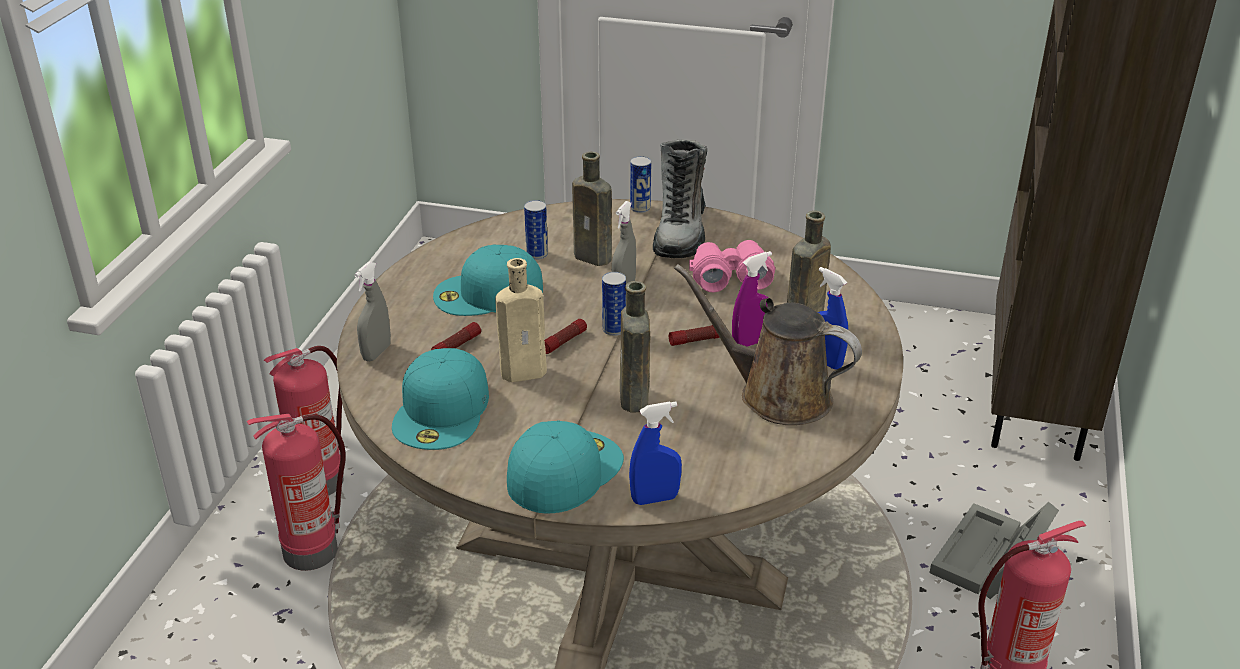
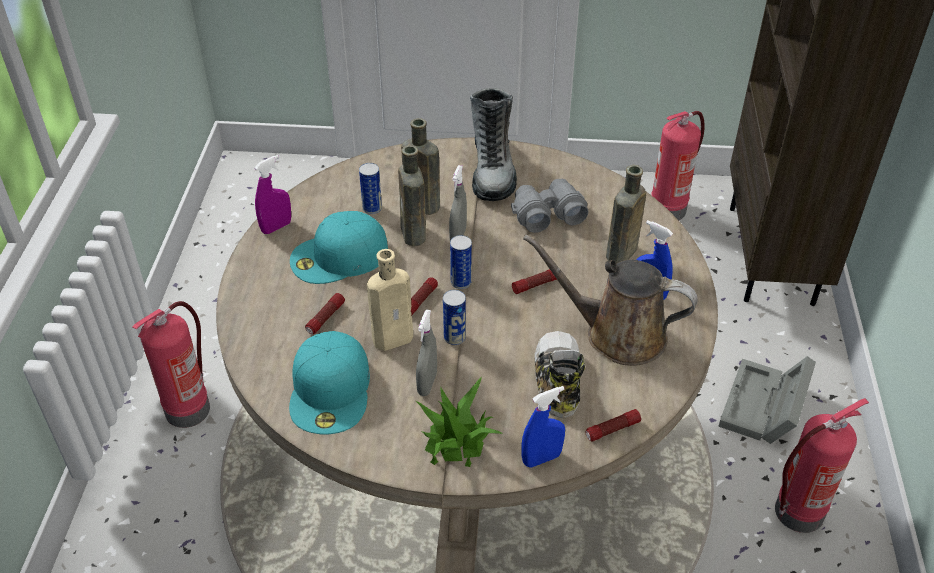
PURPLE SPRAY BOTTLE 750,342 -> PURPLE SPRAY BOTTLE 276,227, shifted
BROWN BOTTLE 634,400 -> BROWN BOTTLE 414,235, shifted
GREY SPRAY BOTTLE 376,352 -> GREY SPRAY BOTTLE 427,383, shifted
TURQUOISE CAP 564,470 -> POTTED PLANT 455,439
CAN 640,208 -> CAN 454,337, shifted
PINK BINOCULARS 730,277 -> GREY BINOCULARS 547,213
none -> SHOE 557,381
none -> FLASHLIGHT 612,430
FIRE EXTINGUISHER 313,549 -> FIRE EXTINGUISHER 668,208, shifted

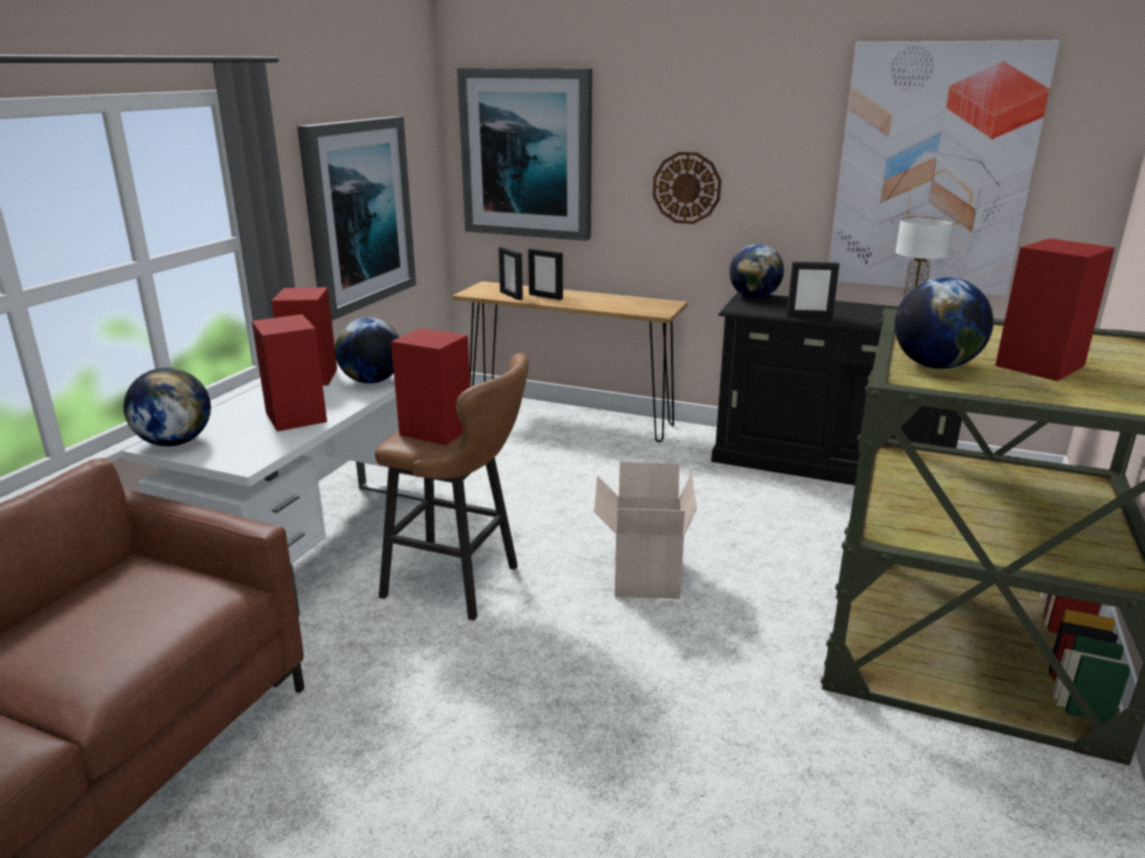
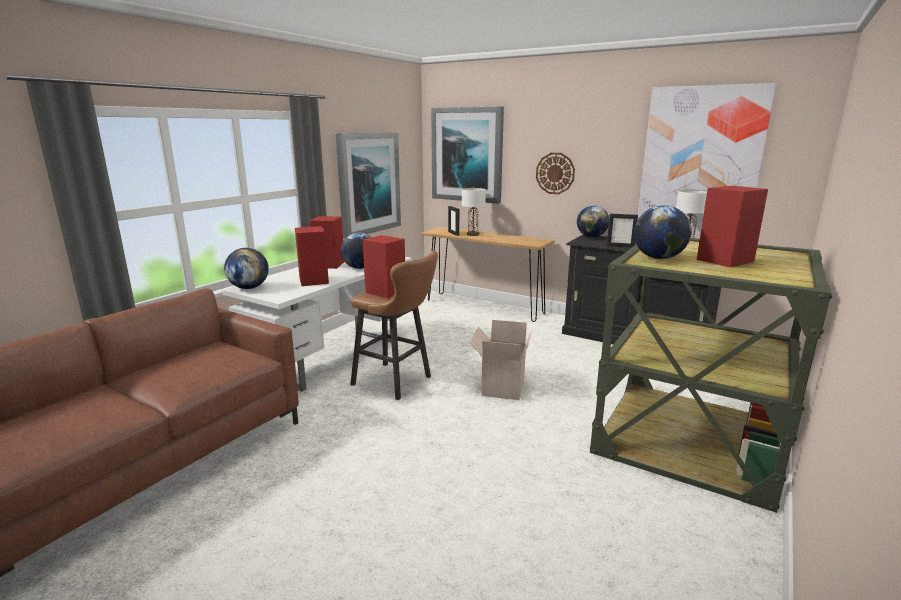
PICTURE FRAME 546,296 -> TABLE LAMP 473,234

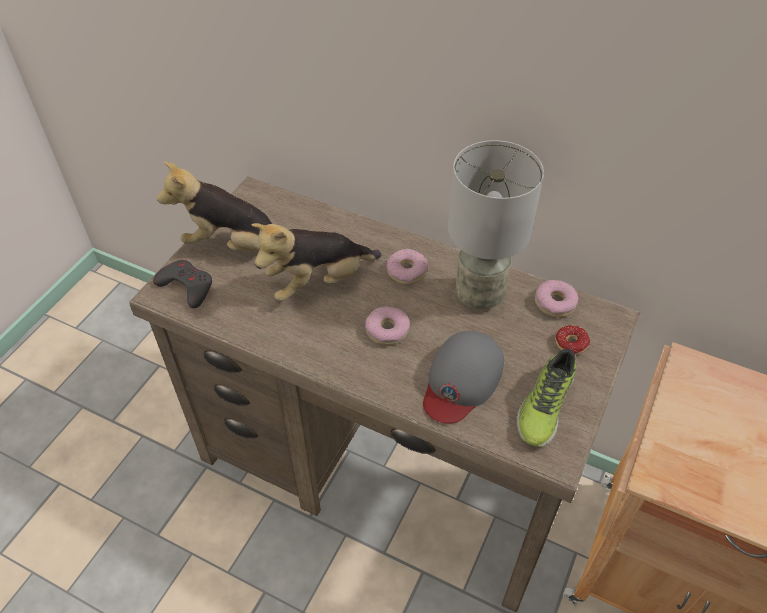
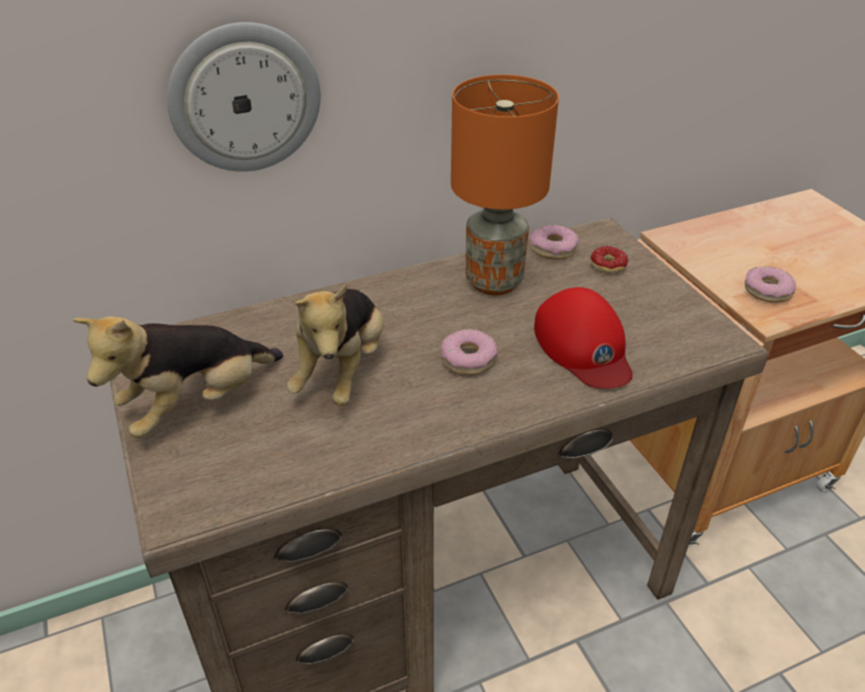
none -> WALL CLOCK 245,98
GREY TABLE LAMP 479,294 -> ORANGE TABLE LAMP 493,281
GREY CAP 461,380 -> RED CAP 583,346
DONUT 407,271 -> DONUT 767,291, shifted
GREY GAME CONTROLLER 186,286 -> none
SHOE 544,405 -> none

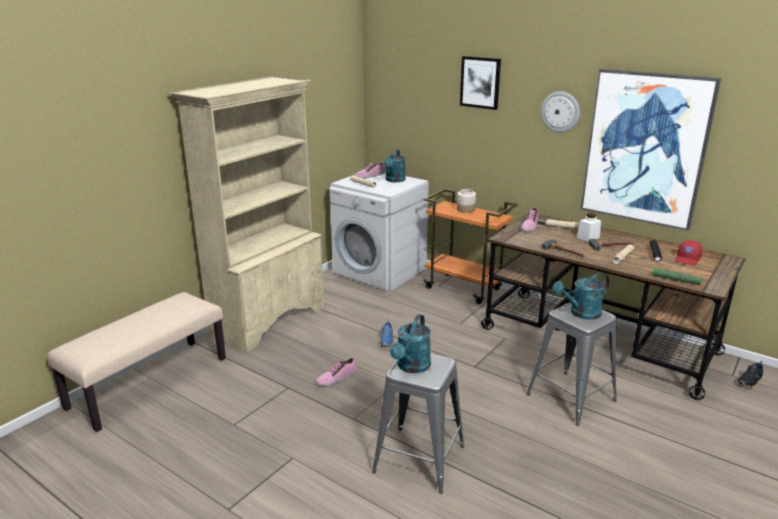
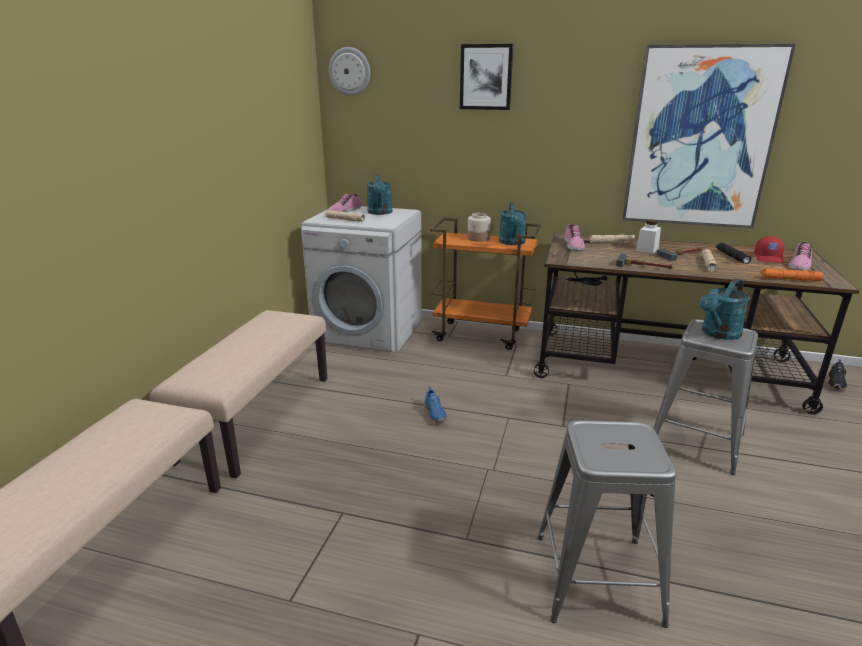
BEIGE BOOKCASE 268,320 -> BEIGE BENCH 257,417
WALL CLOCK 560,111 -> WALL CLOCK 350,71, shifted
TURQUOISE WATERING CAN 411,367 -> TURQUOISE WATERING CAN 512,243, shifted
GREEN FLASHLIGHT 675,280 -> ORANGE FLASHLIGHT 789,279
SHOE 336,377 -> SHOE 798,264, shifted

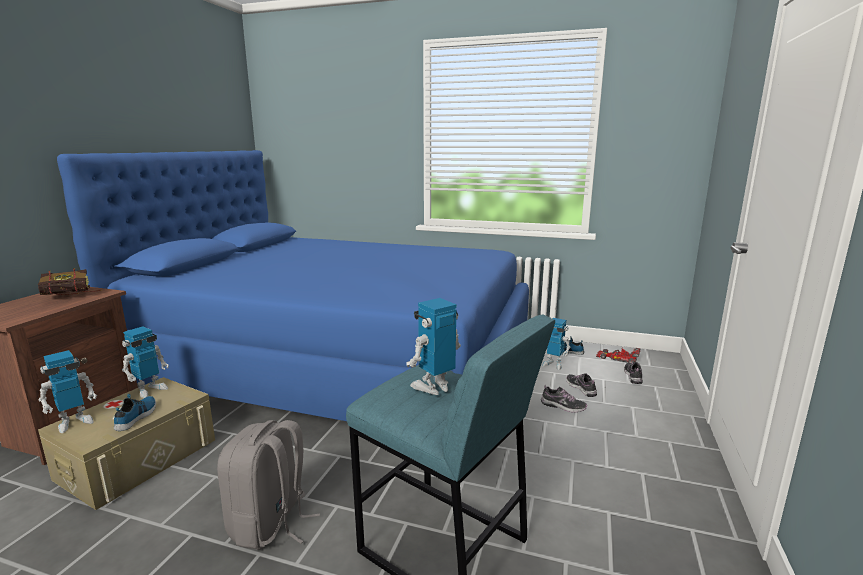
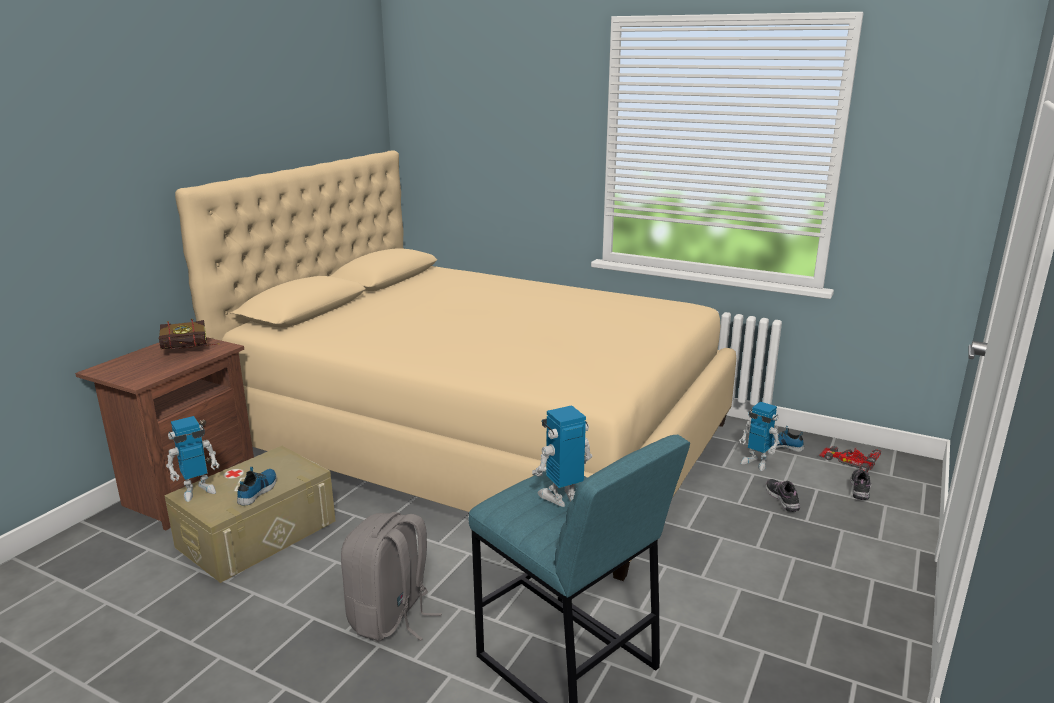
BLUE BED 339,363 -> BEIGE BED 480,437
TOY ROBOT 150,390 -> none
SHOE 563,406 -> none

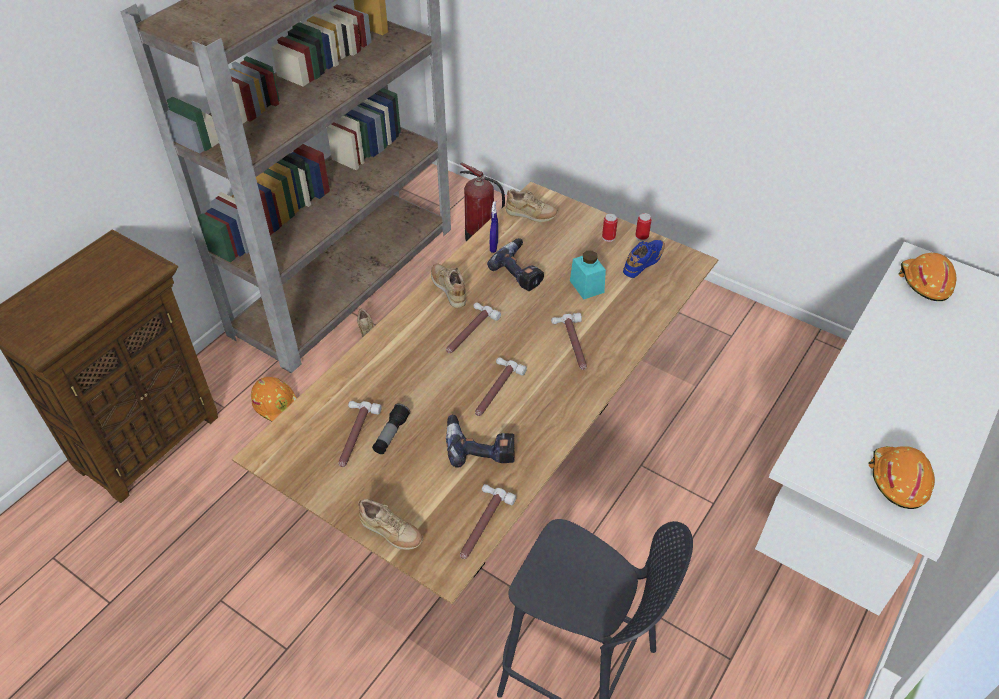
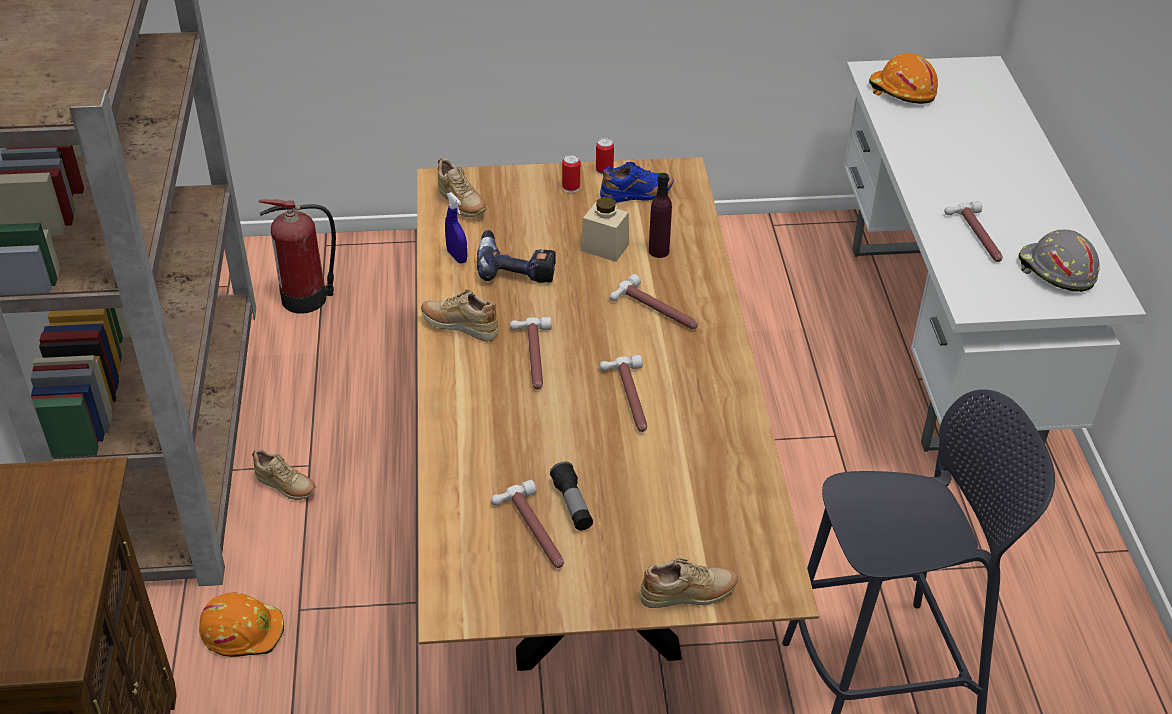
BEIGE SHOE 531,216 -> BEIGE SHOE 461,205, 75 degrees clockwise
TURQUOISE JAR 586,286 -> BEIGE JAR 605,247
BLUE SHOE 644,263 -> BLUE SHOE 636,196, 75 degrees clockwise
none -> PURPLE BOTTLE 658,251
HAMMER 481,525 -> HAMMER 977,237, shifted
ORANGE HARD HAT 897,480 -> GREY HARD HAT 1055,272
POWER DRILL 480,446 -> none

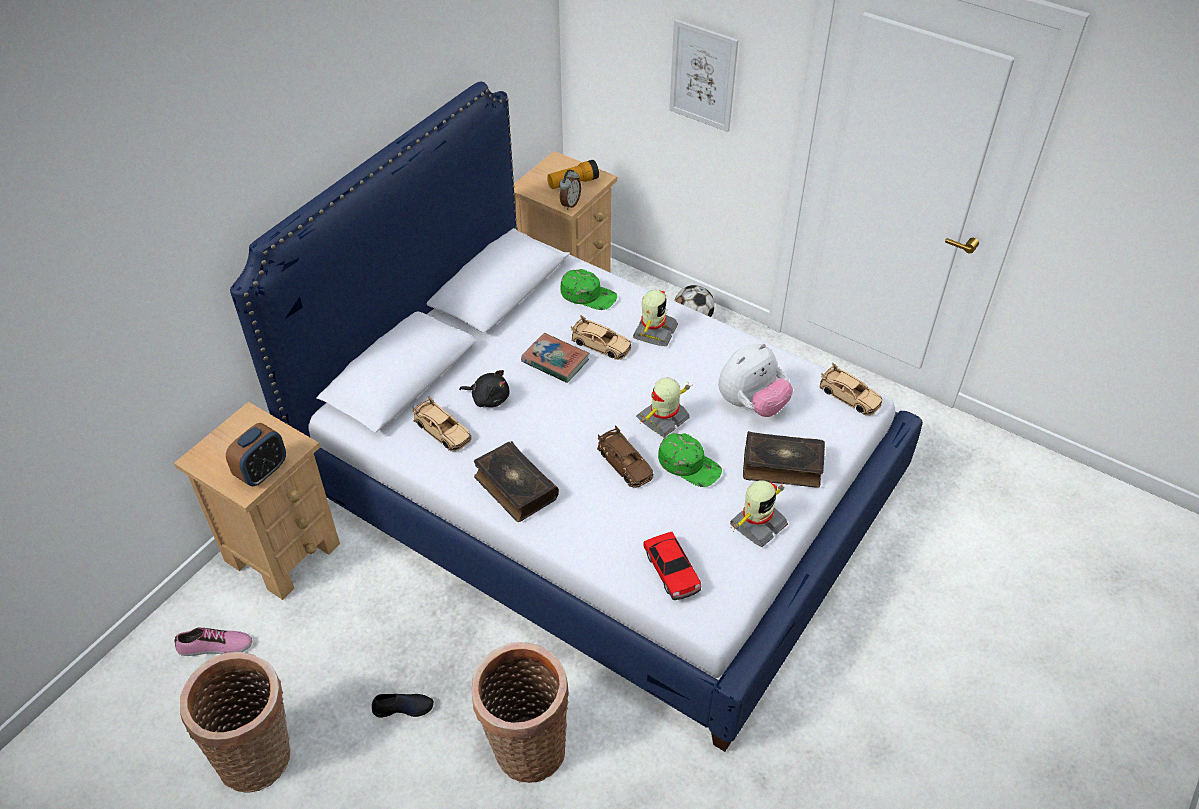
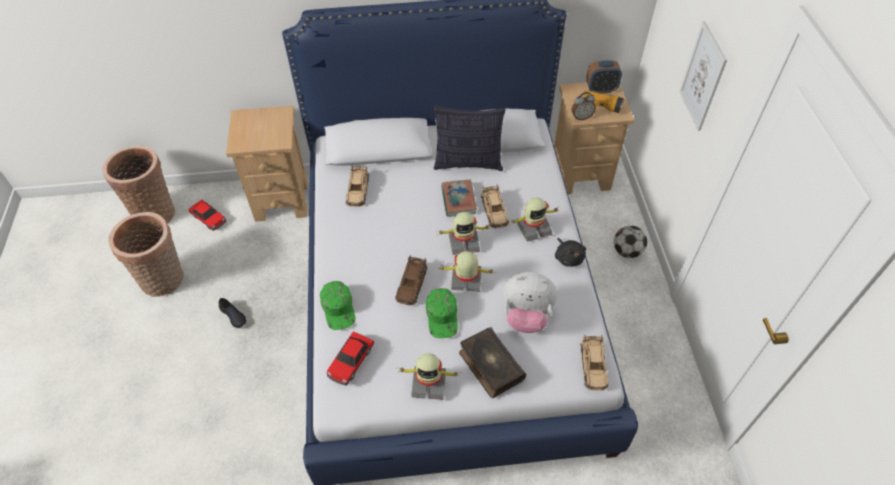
BASKET 525,746 -> BASKET 155,212, shifted
SHOE 215,647 -> TOY CAR 209,218
GREEN CAP 588,295 -> GREEN CAP 339,308, shifted
none -> PILLOW 468,163
none -> TOY ROBOT 463,242
BLACK PLUSH TOY 488,398 -> BLACK PLUSH TOY 568,257, shifted
ALARM CLOCK 262,472 -> ALARM CLOCK 601,89, shifted
BOOK 514,488 -> none

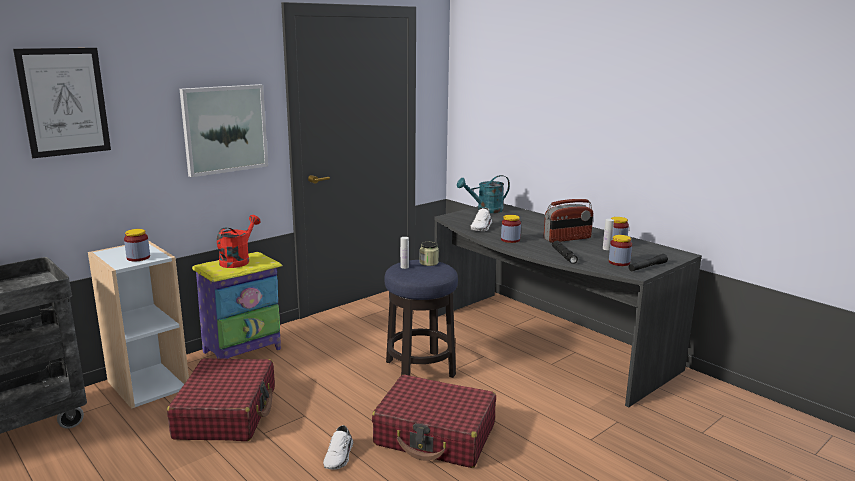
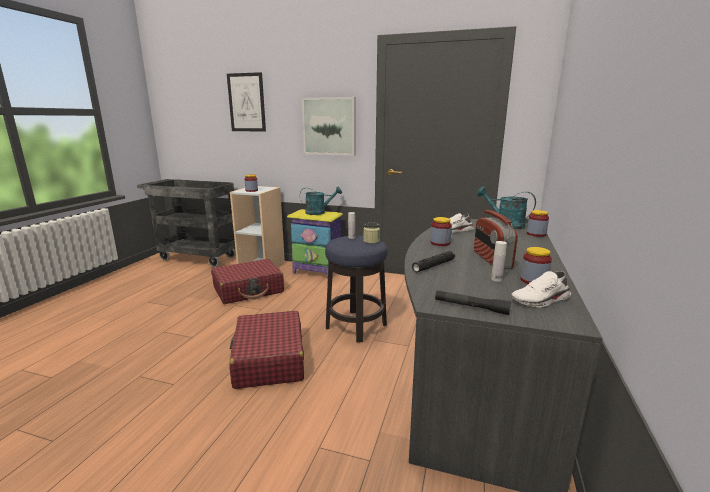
RED WATERING CAN 238,260 -> TURQUOISE WATERING CAN 319,212
RADIO 567,239 -> RADIO 491,260, 45 degrees clockwise
WHITE SHOE 339,456 -> WHITE SHOE 541,300, shifted
JAR 619,262 -> JAR 536,234, shifted

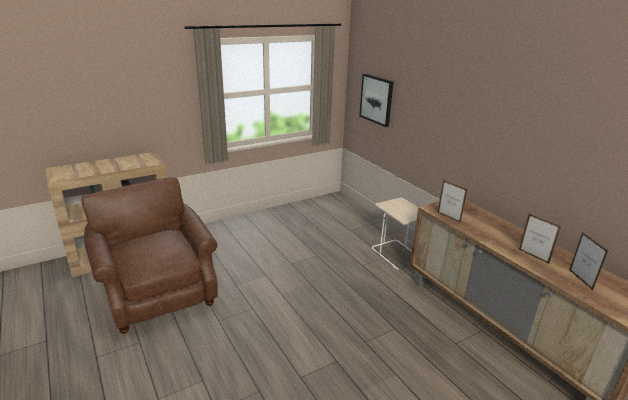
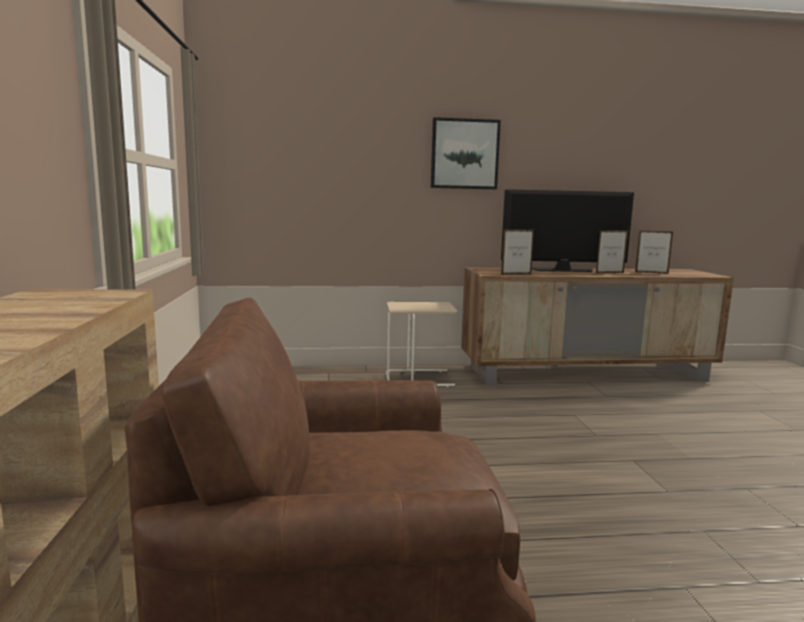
PICTURE 376,99 -> PICTURE 464,154, shifted
none -> TELEVISION 562,270

